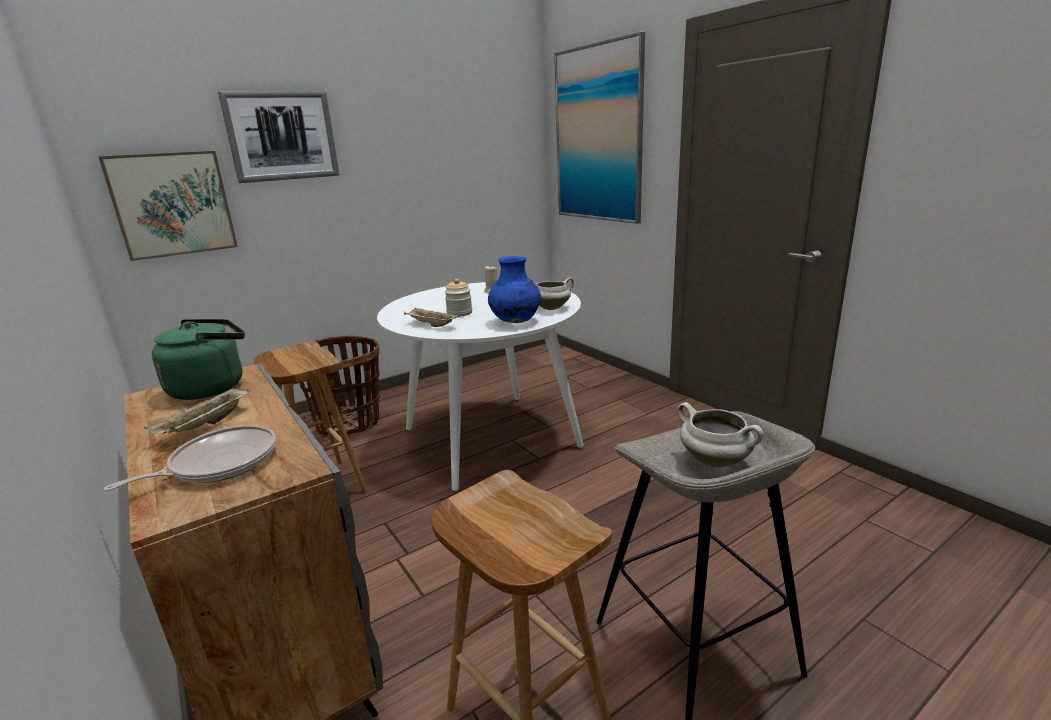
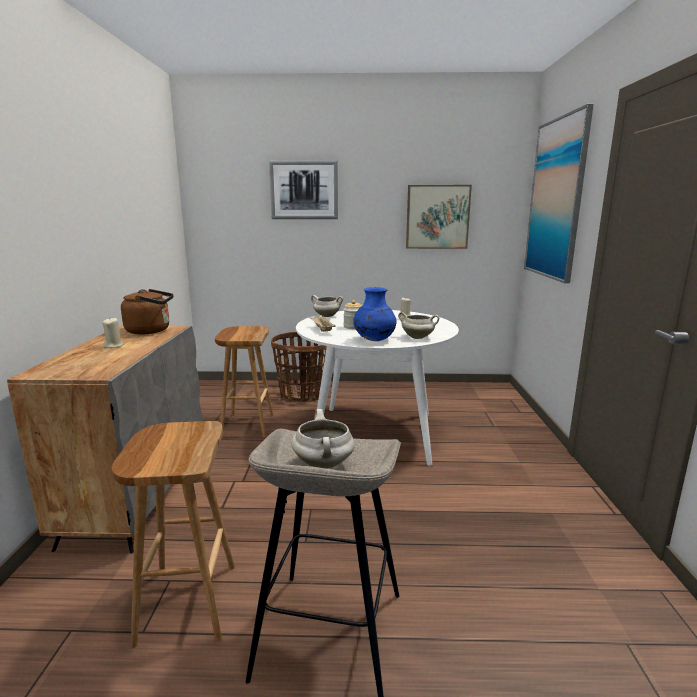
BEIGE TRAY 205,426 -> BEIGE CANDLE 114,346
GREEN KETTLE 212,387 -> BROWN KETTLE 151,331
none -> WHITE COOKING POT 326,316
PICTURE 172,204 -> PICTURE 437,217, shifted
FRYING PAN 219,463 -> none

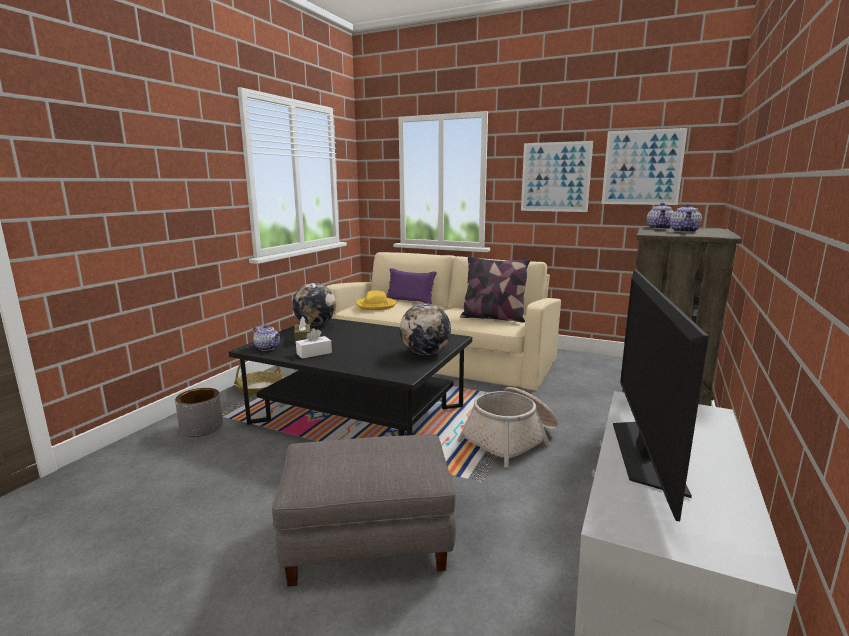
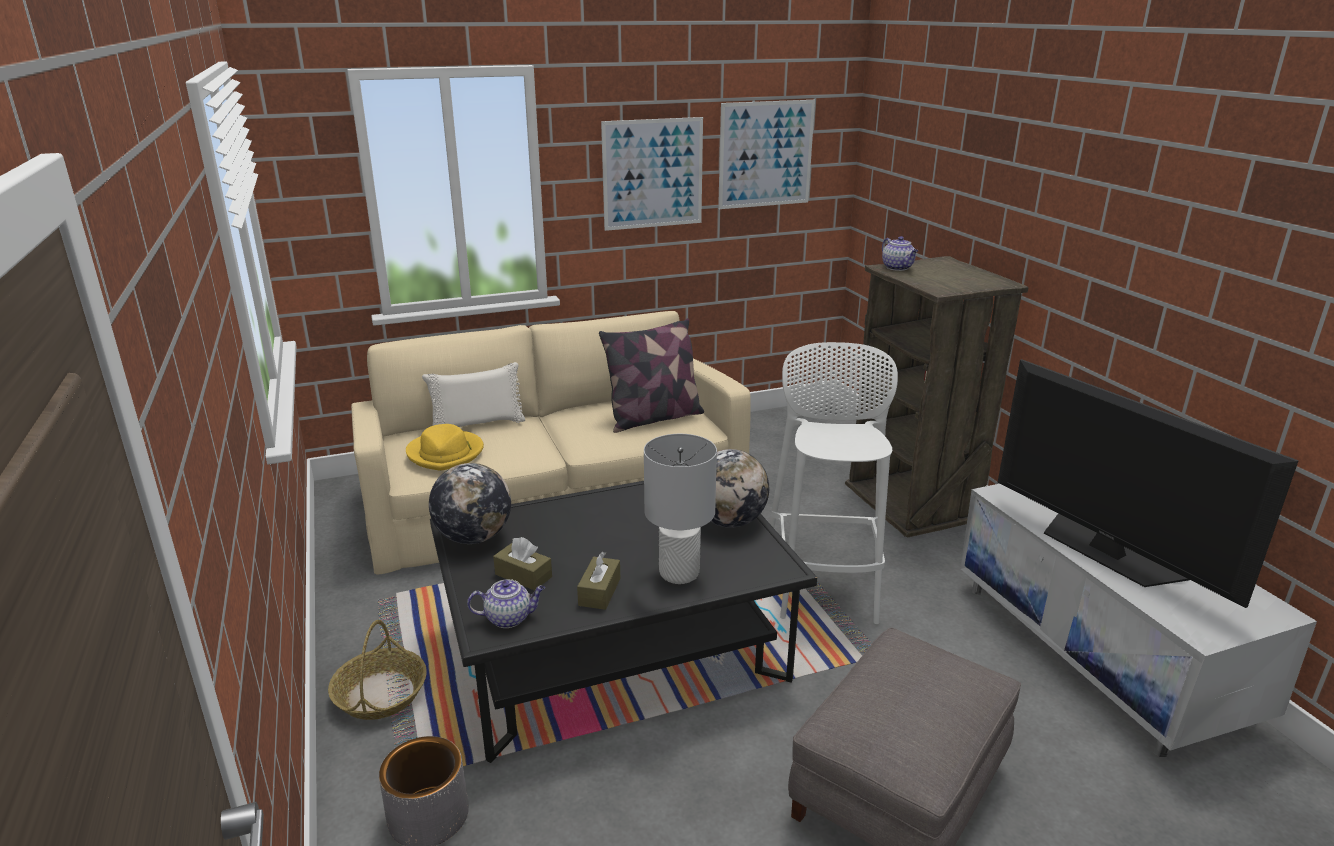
PURPLE PILLOW 410,302 -> WHITE PILLOW 477,425
WHITE TISSUE BOX 314,353 -> BROWN TISSUE BOX 599,592
none -> GREY TABLE LAMP 678,576
BASKET 511,439 -> WHITE STOOL 825,585
TEAPOT 684,231 -> none

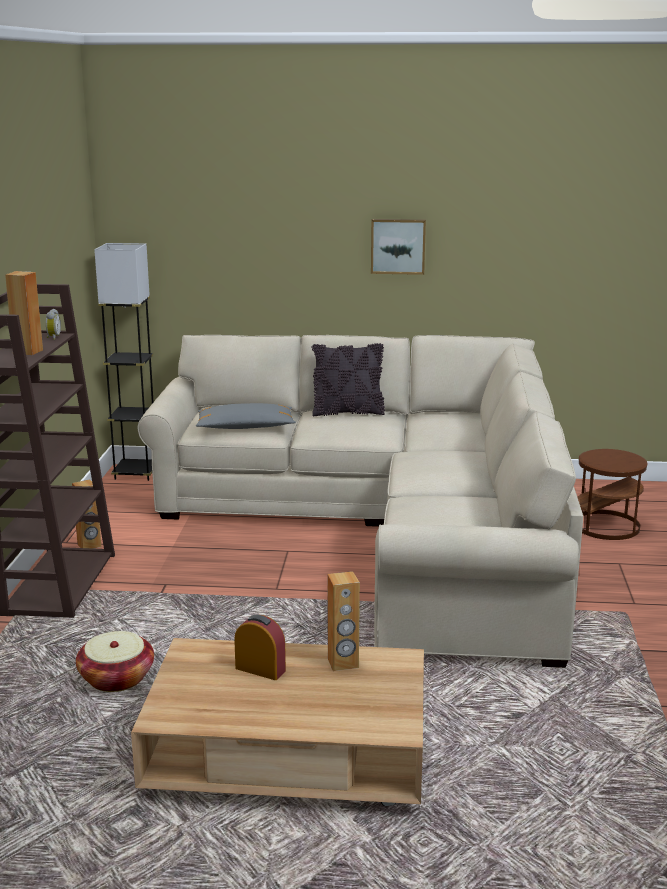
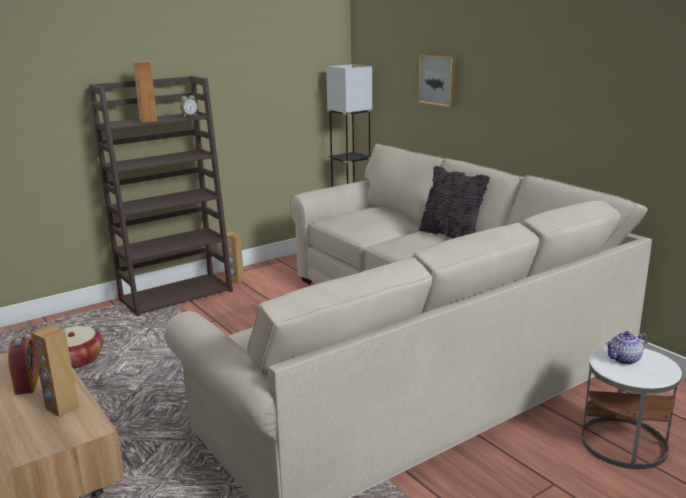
PICTURE 398,246 -> PICTURE 439,80, shifted
BROWN SIDE TABLE 607,526 -> WHITE SIDE TABLE 624,443
none -> TEAPOT 624,360
GREY PILLOW 245,427 -> none

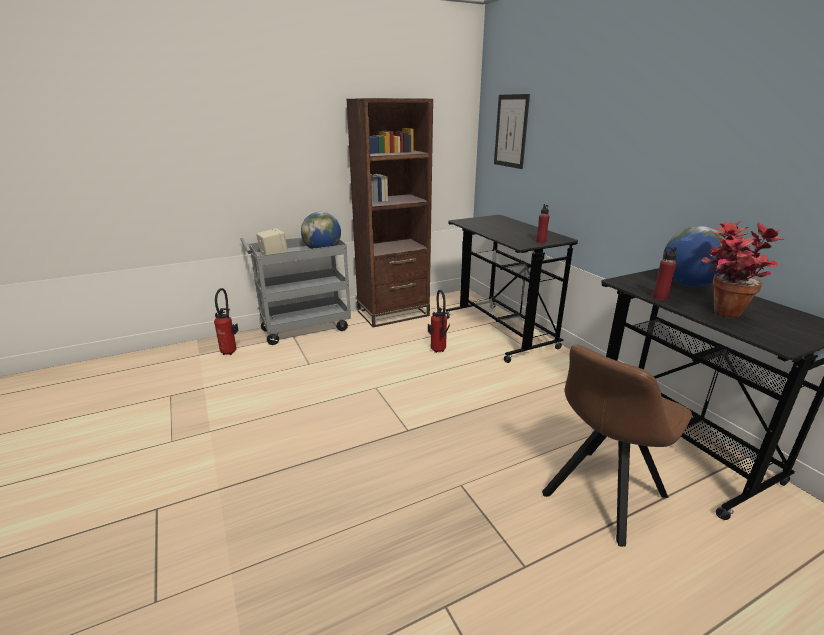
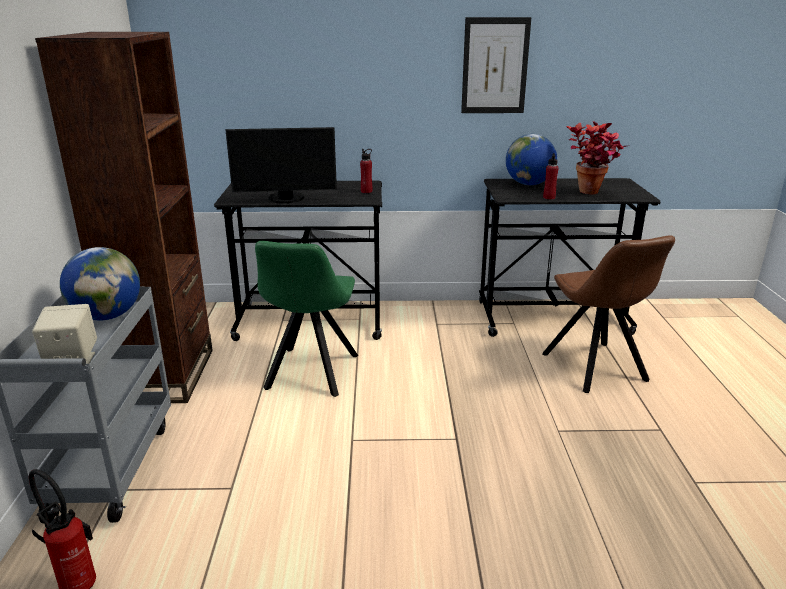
none -> MONITOR 286,199
FIRE EXTINGUISHER 438,351 -> GREEN CHAIR 311,372
PICTURE 511,131 -> PICTURE 495,66, shifted

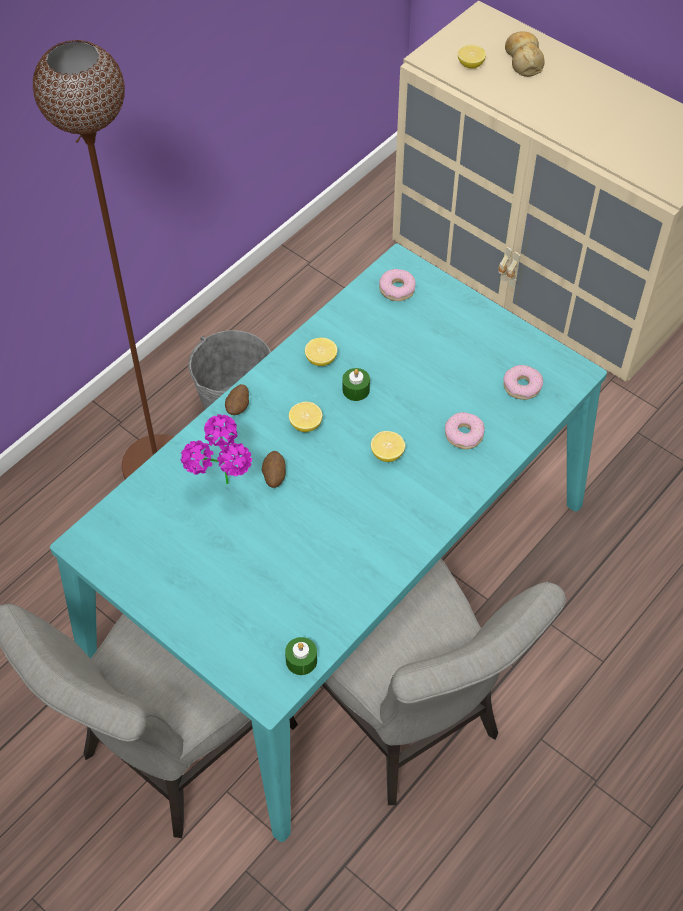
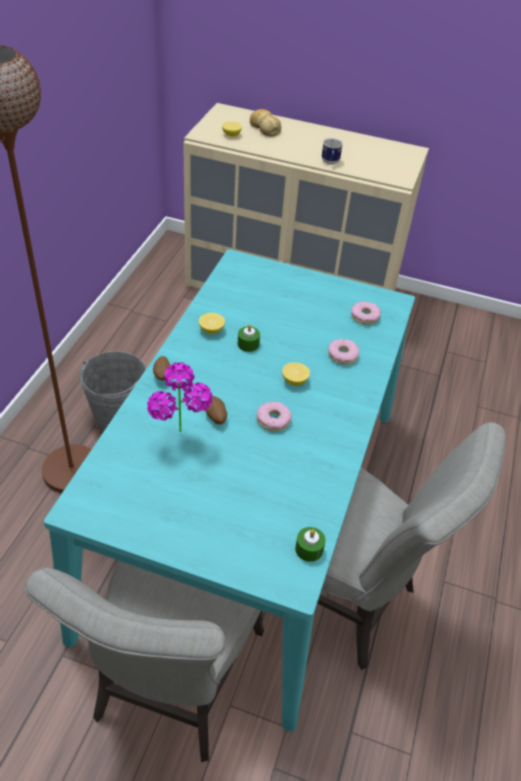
DONUT 396,289 -> DONUT 273,420, shifted
none -> MUG 330,163
LEMON 305,424 -> none

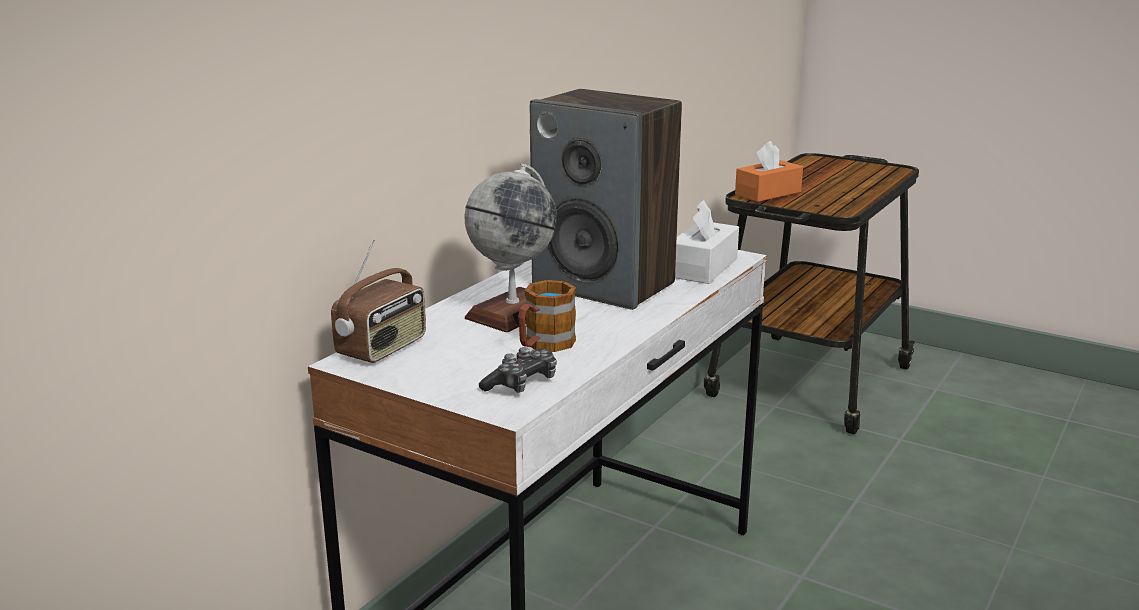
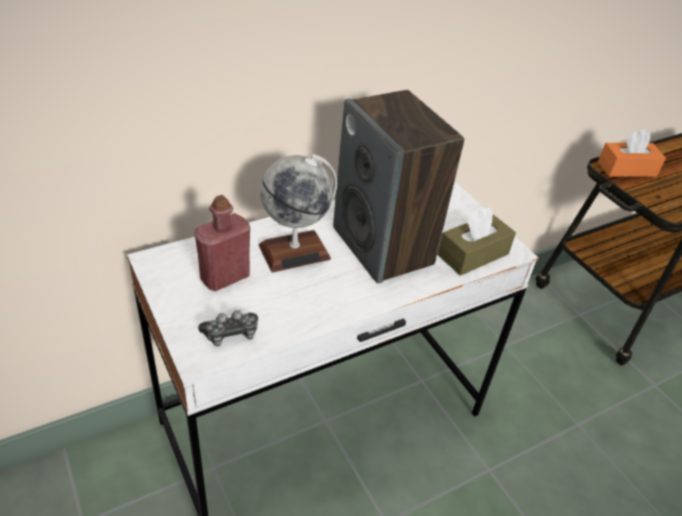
none -> RED BOTTLE 225,277
WHITE TISSUE BOX 703,268 -> BROWN TISSUE BOX 473,254
RADIO 383,348 -> none
MUG 543,345 -> none

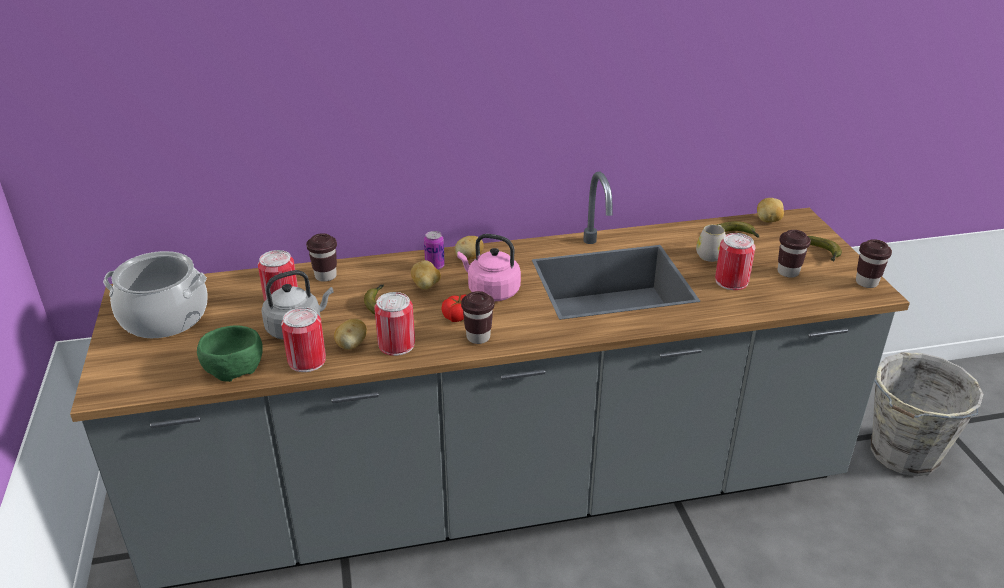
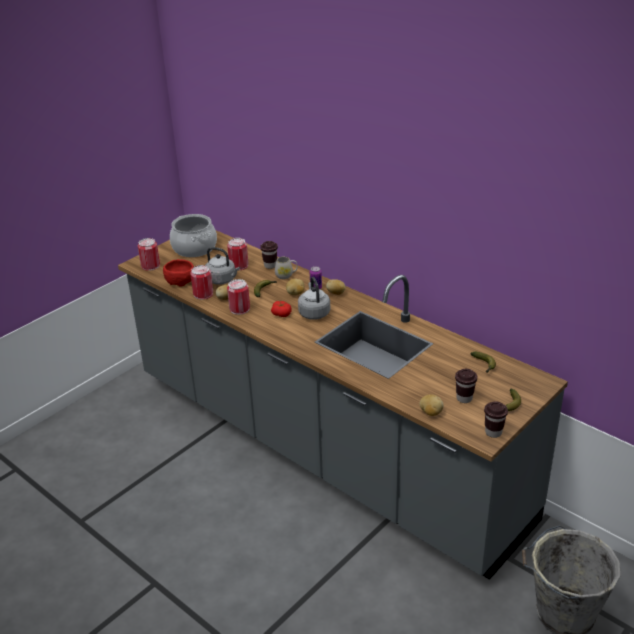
CAN 731,281 -> CAN 150,265, shifted
GREEN BOWL 232,366 -> RED BOWL 180,280
WHITE MUG 711,254 -> WHITE MUG 286,275, shifted
PINK KETTLE 491,291 -> GREY KETTLE 314,312
POTATO 768,220 -> POTATO 430,413, shifted
BROWN CUP 478,337 -> none

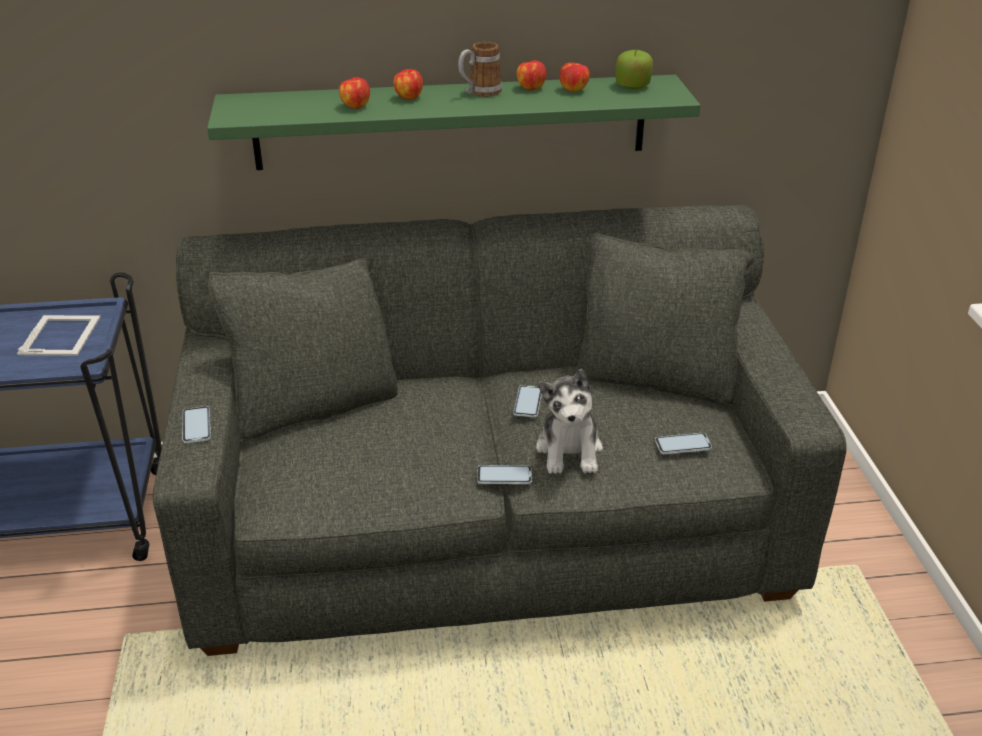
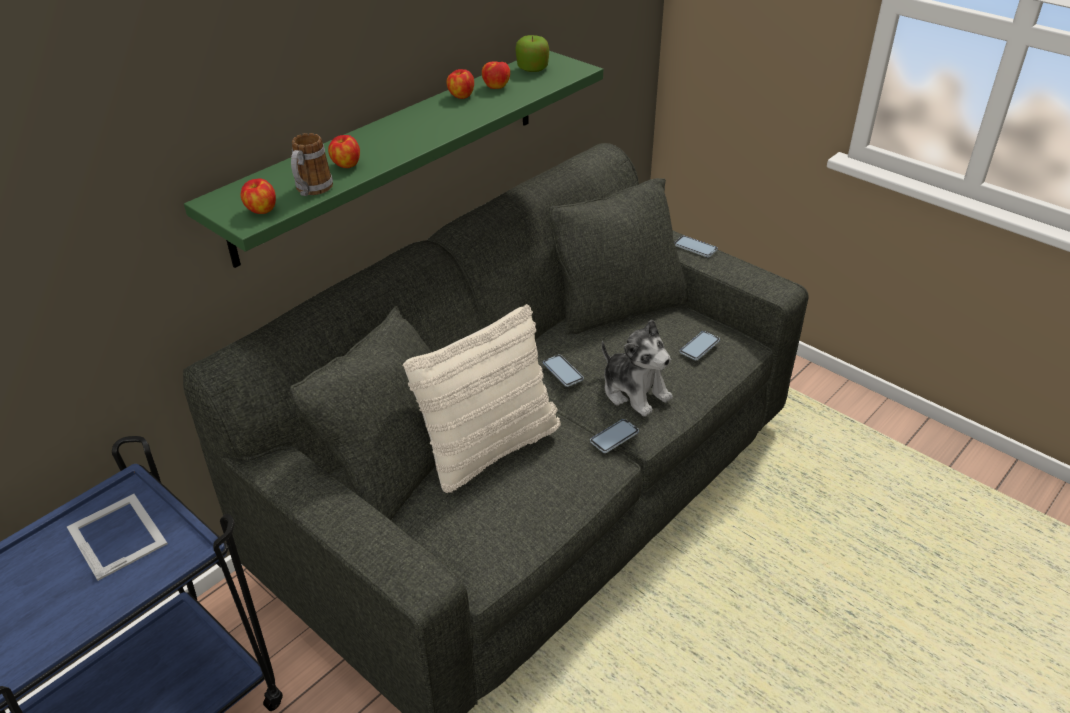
APPLE 408,97 -> APPLE 261,210, shifted
MUG 479,93 -> MUG 311,191, shifted
none -> BEIGE PILLOW 490,449
PHONE 196,426 -> PHONE 695,247, shifted

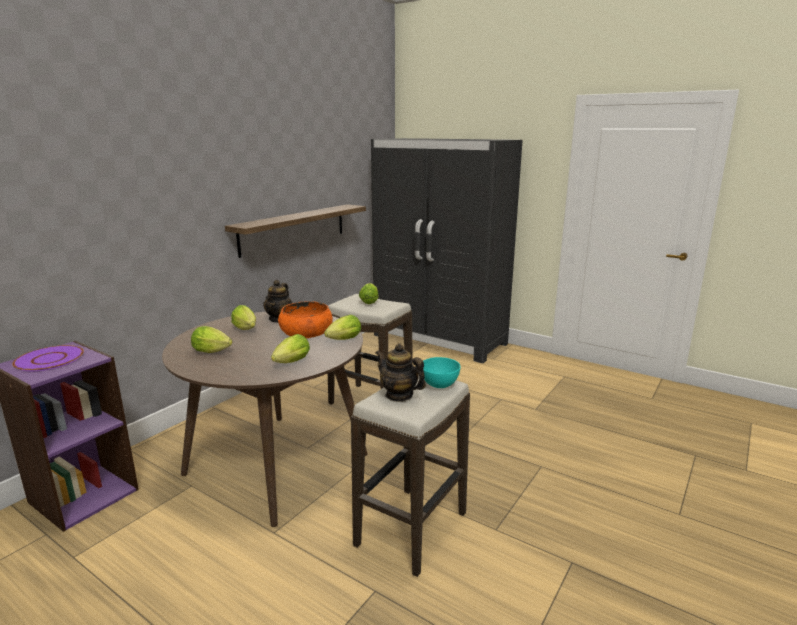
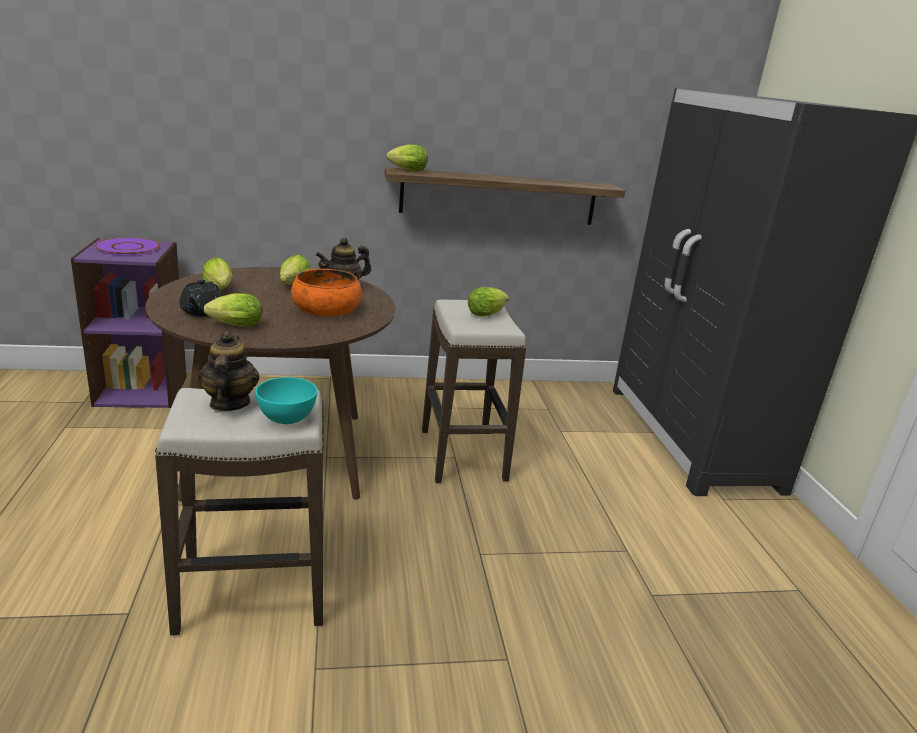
none -> BLACK TEAPOT 202,312
LETTUCE 342,340 -> LETTUCE 406,170, shifted

